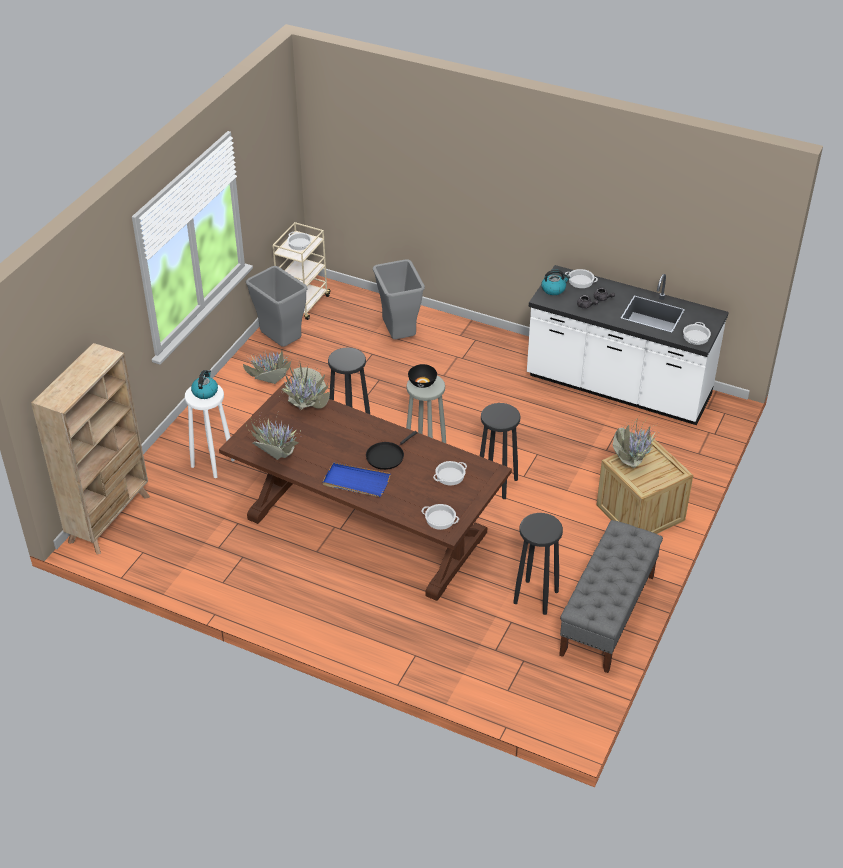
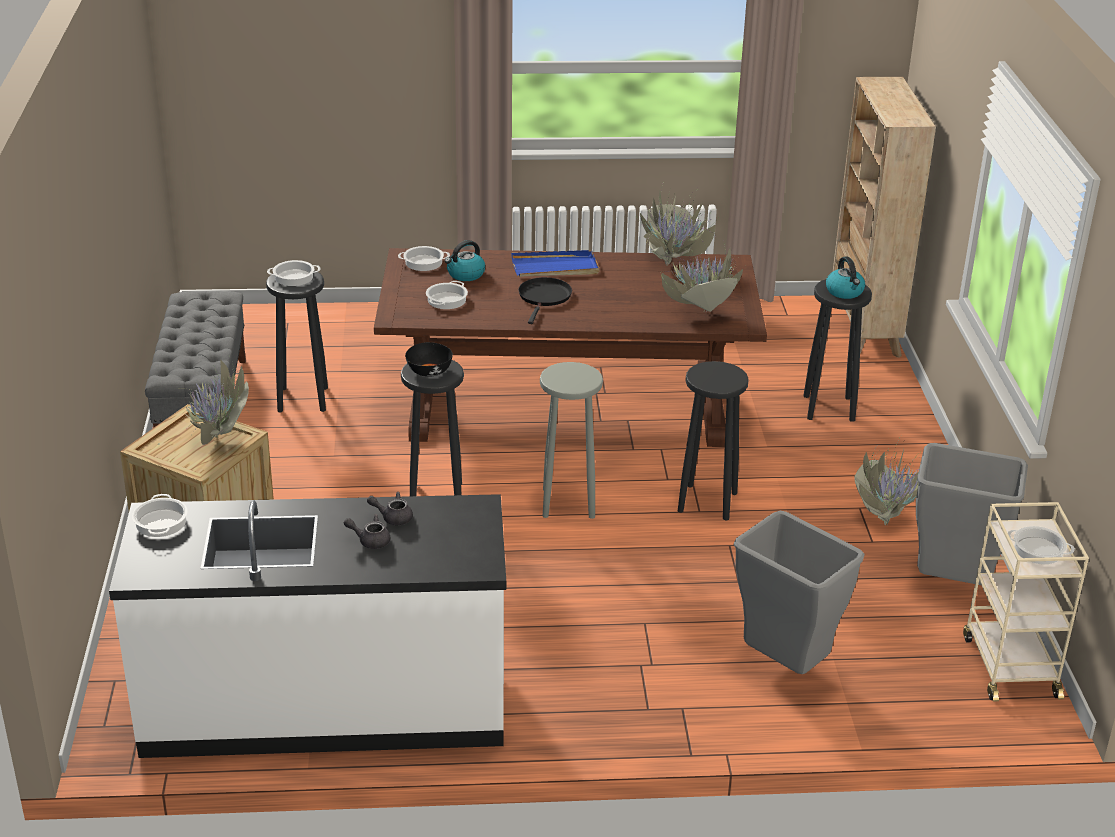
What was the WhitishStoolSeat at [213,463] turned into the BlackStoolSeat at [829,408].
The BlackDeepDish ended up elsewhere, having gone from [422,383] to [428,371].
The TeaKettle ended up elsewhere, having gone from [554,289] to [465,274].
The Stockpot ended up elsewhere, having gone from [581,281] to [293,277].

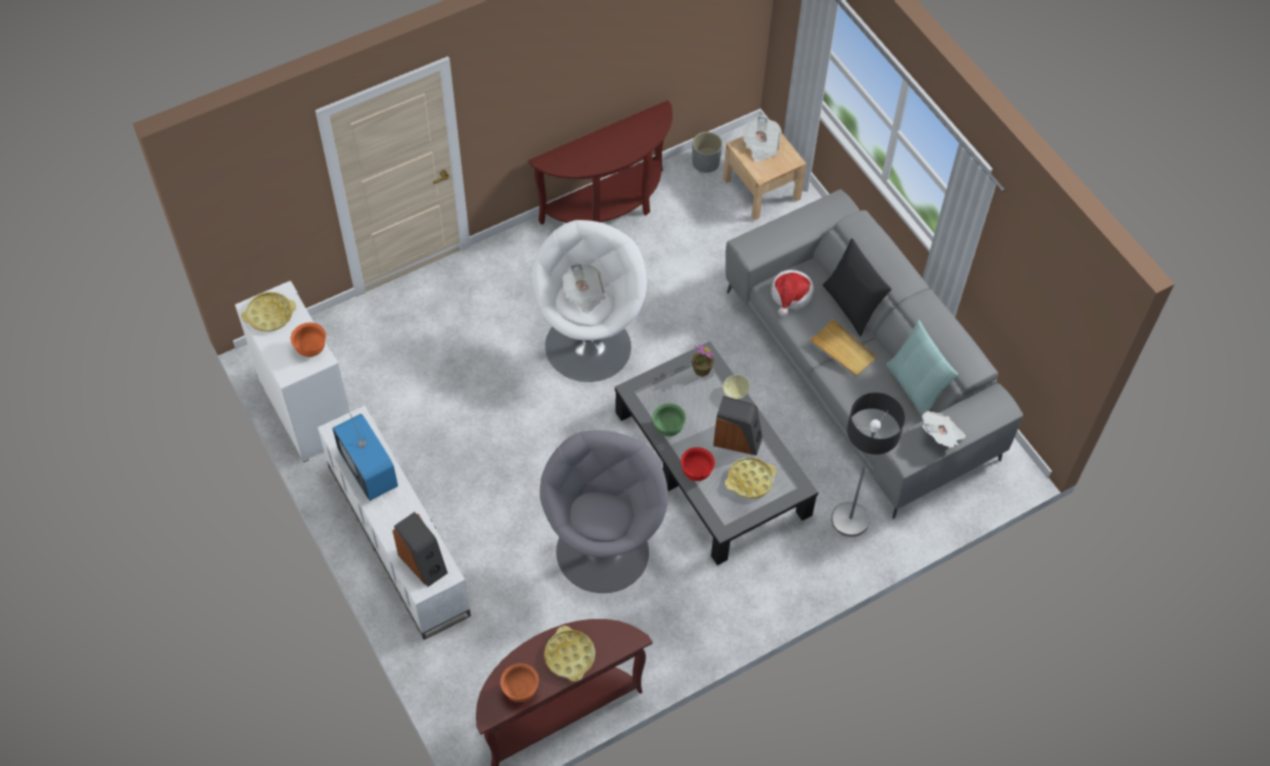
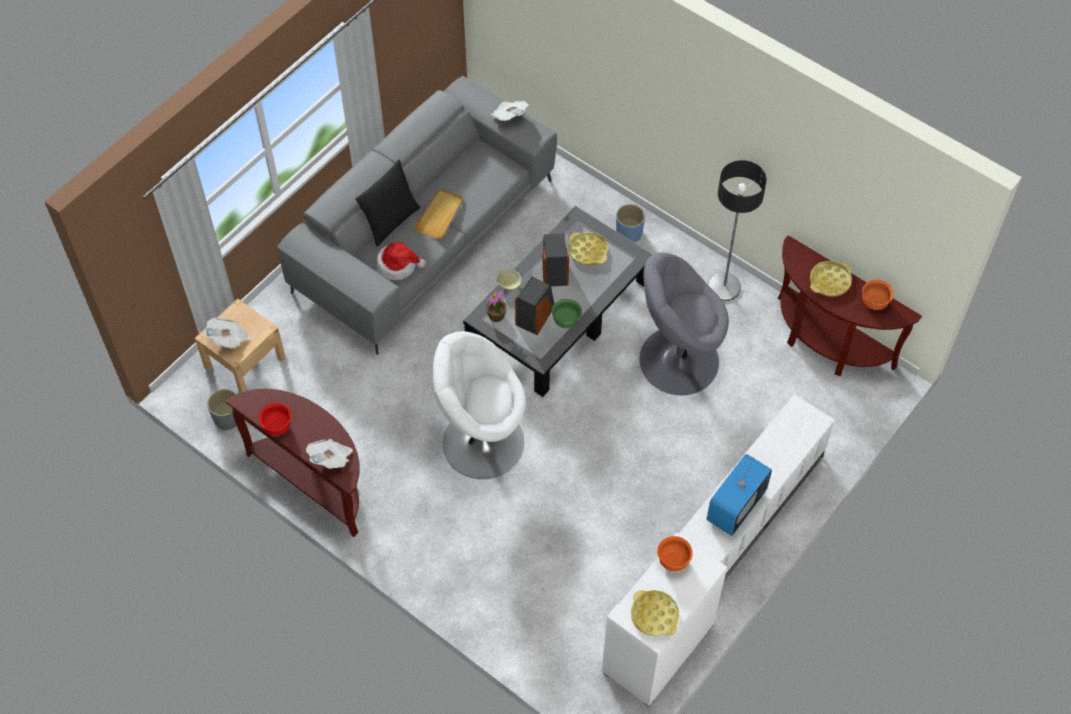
The Speaker ended up elsewhere, having gone from [423,562] to [535,316].
The PrintedPaper ended up elsewhere, having gone from [584,295] to [331,459].
The ReddishDeepDish ended up elsewhere, having gone from [696,472] to [277,426].
The FloorLamp ended up elsewhere, having gone from [850,520] to [724,287].
The second view lost the ThrowPillow at [915,387].
The second view gained the BluishFlowerPot at [629,233].

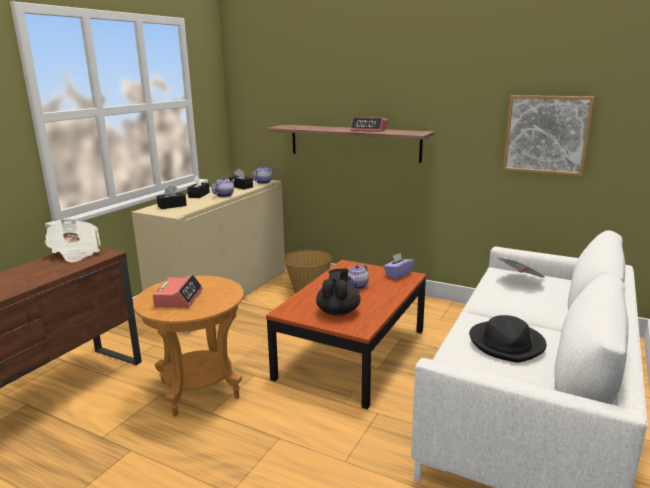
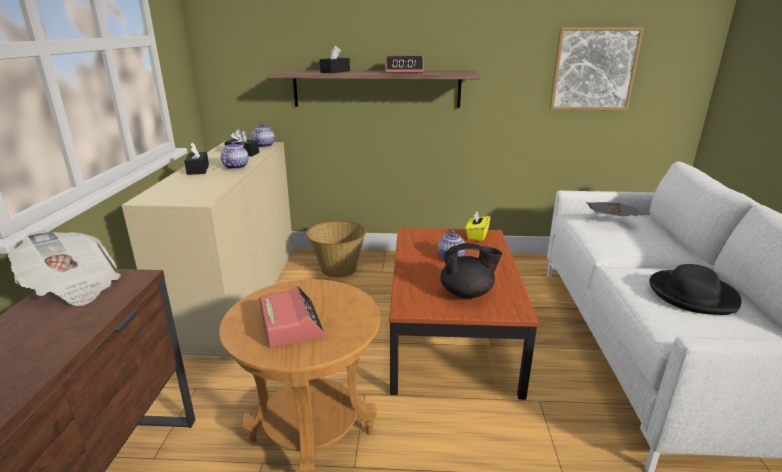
The BlackTissueBox ended up elsewhere, having gone from [172,206] to [335,71].
The BlackTeaPot at [338,311] ended up facing another way, 105 degrees clockwise from before.
What was the PurplishTissueBox at [398,275] turned into the YellowTissueBox at [476,236].

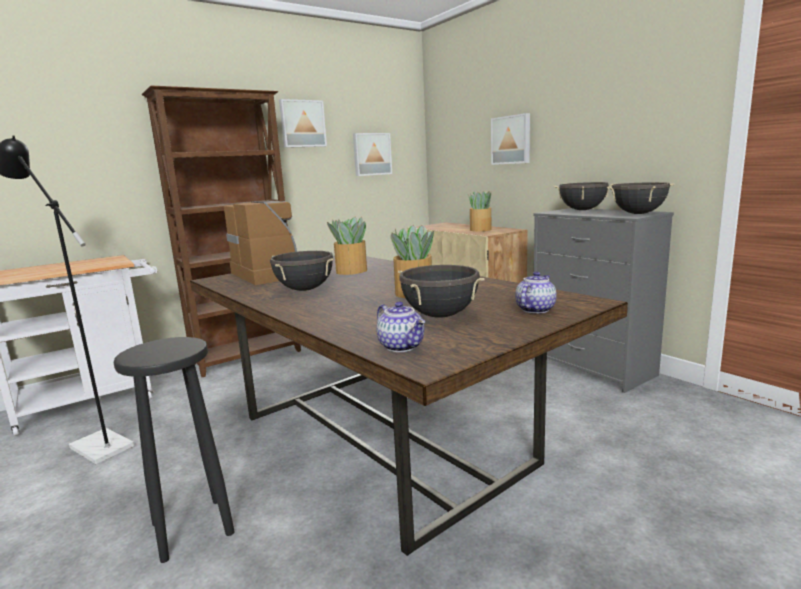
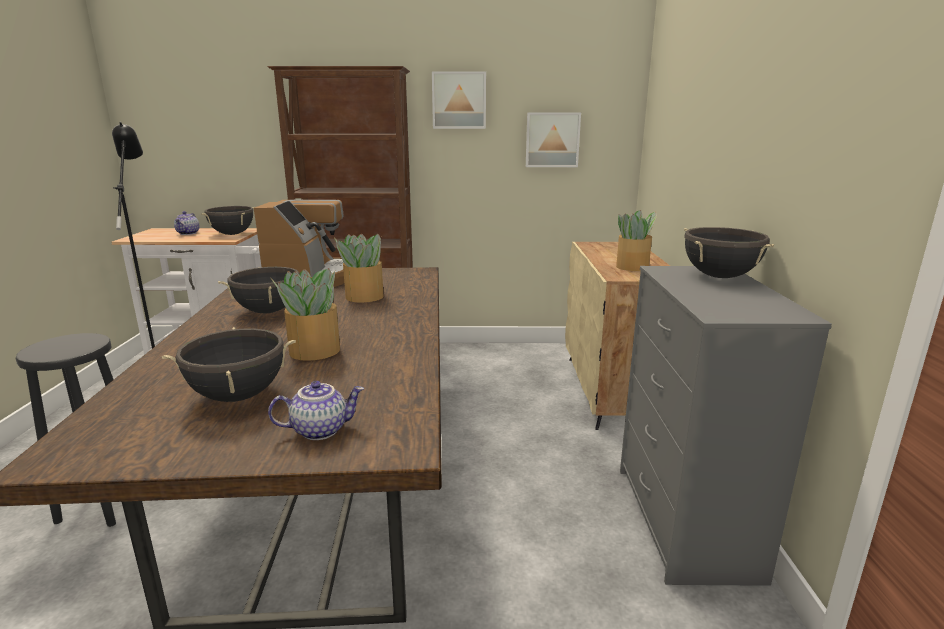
The TeaPot ended up elsewhere, having gone from [402,346] to [188,233].
The second view lost the Picture at [511,140].
The BlackStockpot ended up elsewhere, having gone from [638,213] to [232,234].

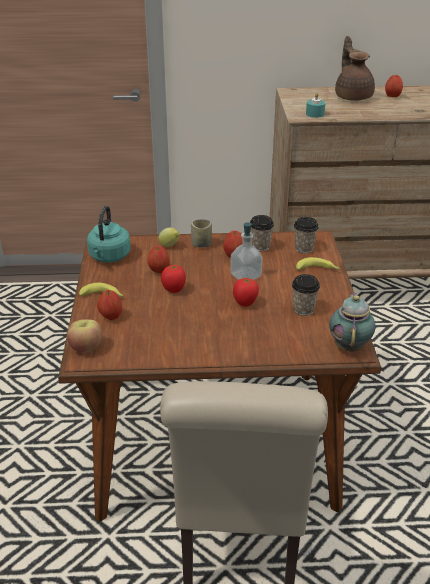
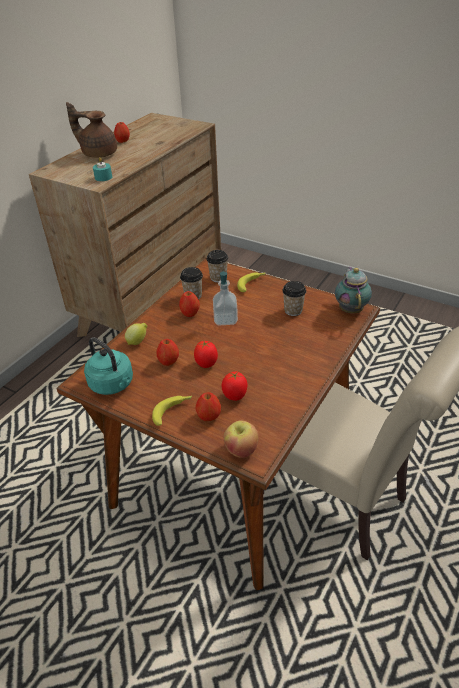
The second view lost the Cup at [201,244].
The FreshTomato ended up elsewhere, having gone from [245,303] to [235,396].
The TeaPot at [349,345] ended up facing another way, 45 degrees clockwise from before.

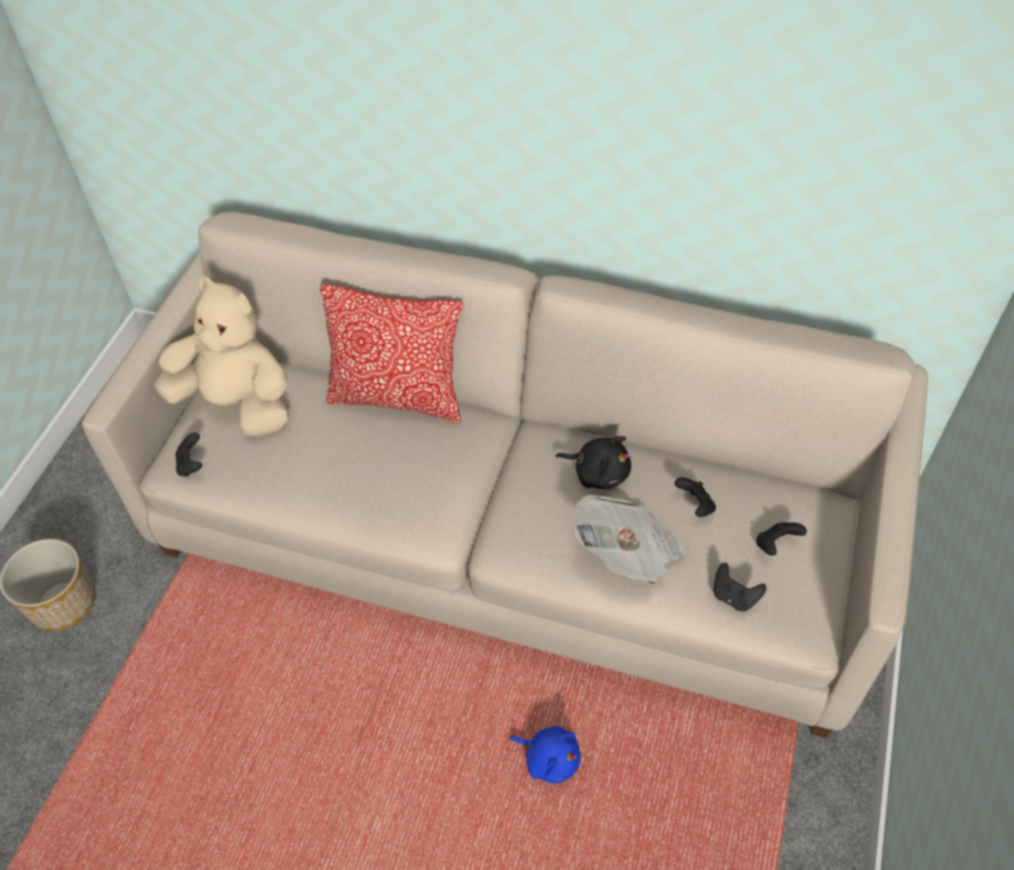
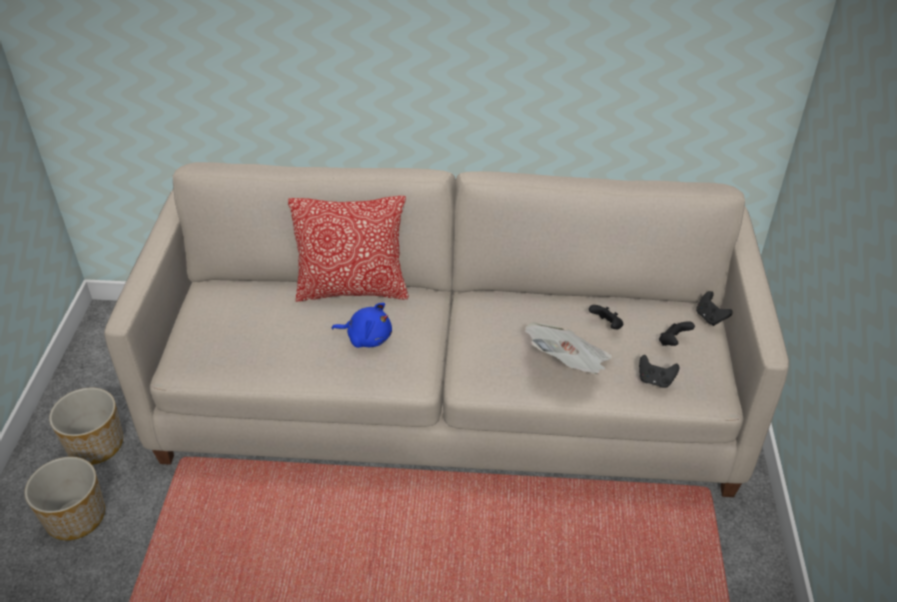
The second view lost the BeigeCuddlyToy at [237,404].
The BlackGameController ended up elsewhere, having gone from [192,465] to [710,317].
The BluishCuddlyToy ended up elsewhere, having gone from [549,759] to [367,337].
The second view lost the BlackCuddlyToy at [598,472].
The second view gained the FlowerPot at [95,445].

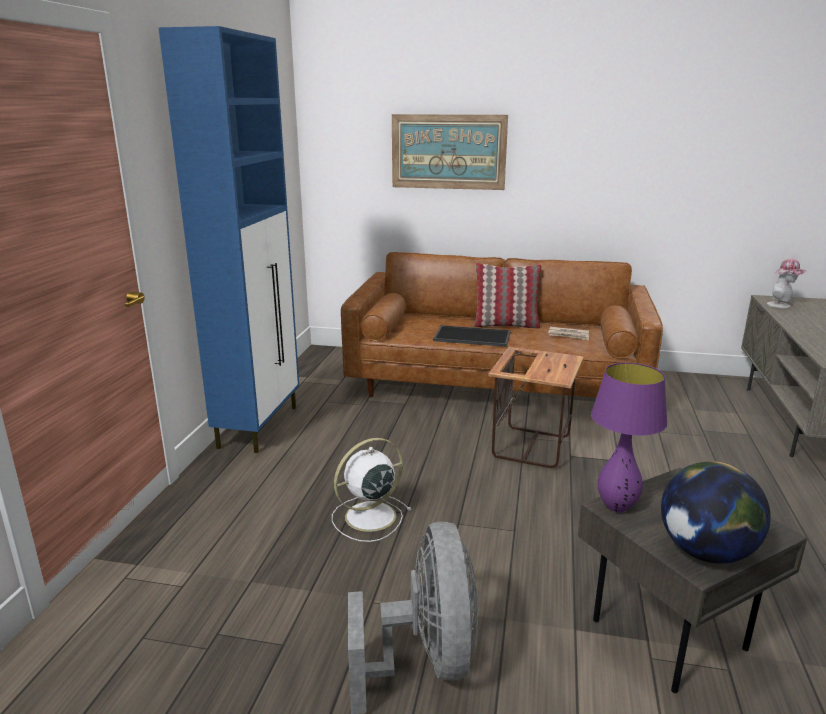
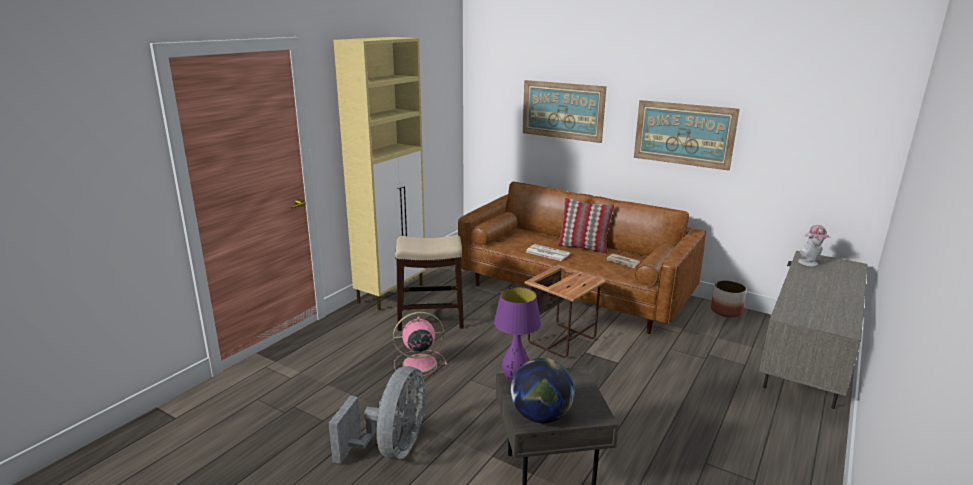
What was the BluishCabinet at [259,426] turned into the BeigeCabinet at [392,293].
What was the WhitishElectricFan at [368,517] turned into the PinkElectricFan at [418,363].
Where the Tray stood at [471,337], the PrintedPaper came to stand at [547,253].
The second view gained the StoolSeat at [431,318].
The second view gained the Picture at [684,134].
The second view gained the FlowerPot at [726,311].

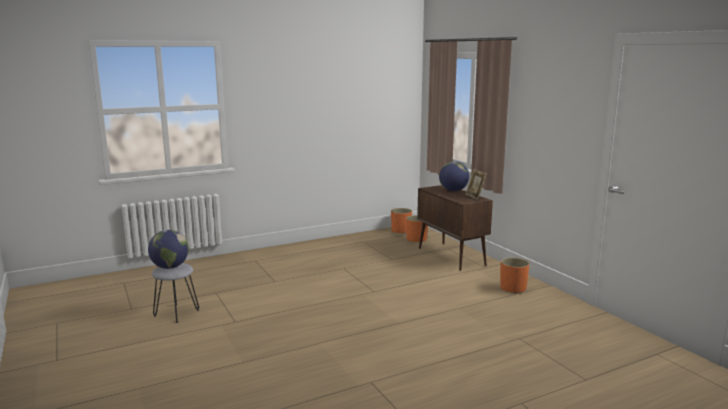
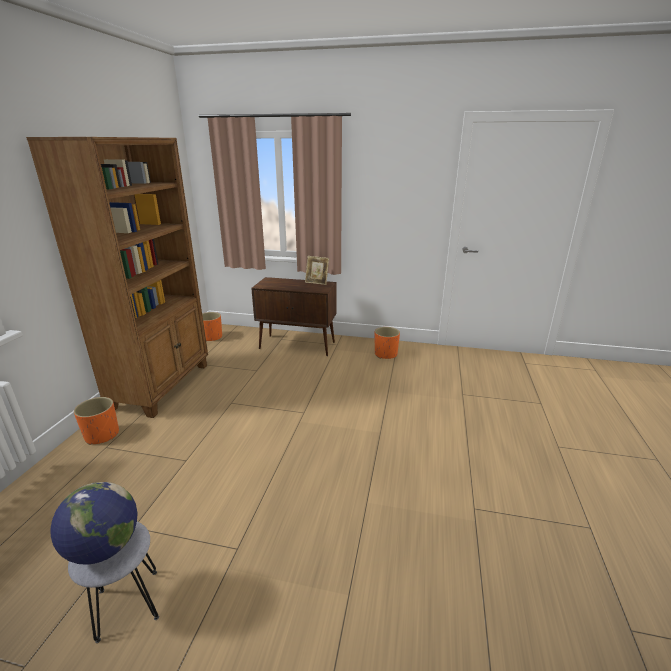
The OrangeyFlowerPot ended up elsewhere, having gone from [416,240] to [102,435].
The second view lost the Globe at [453,191].
The second view gained the BrownShelvingUnit at [163,386].

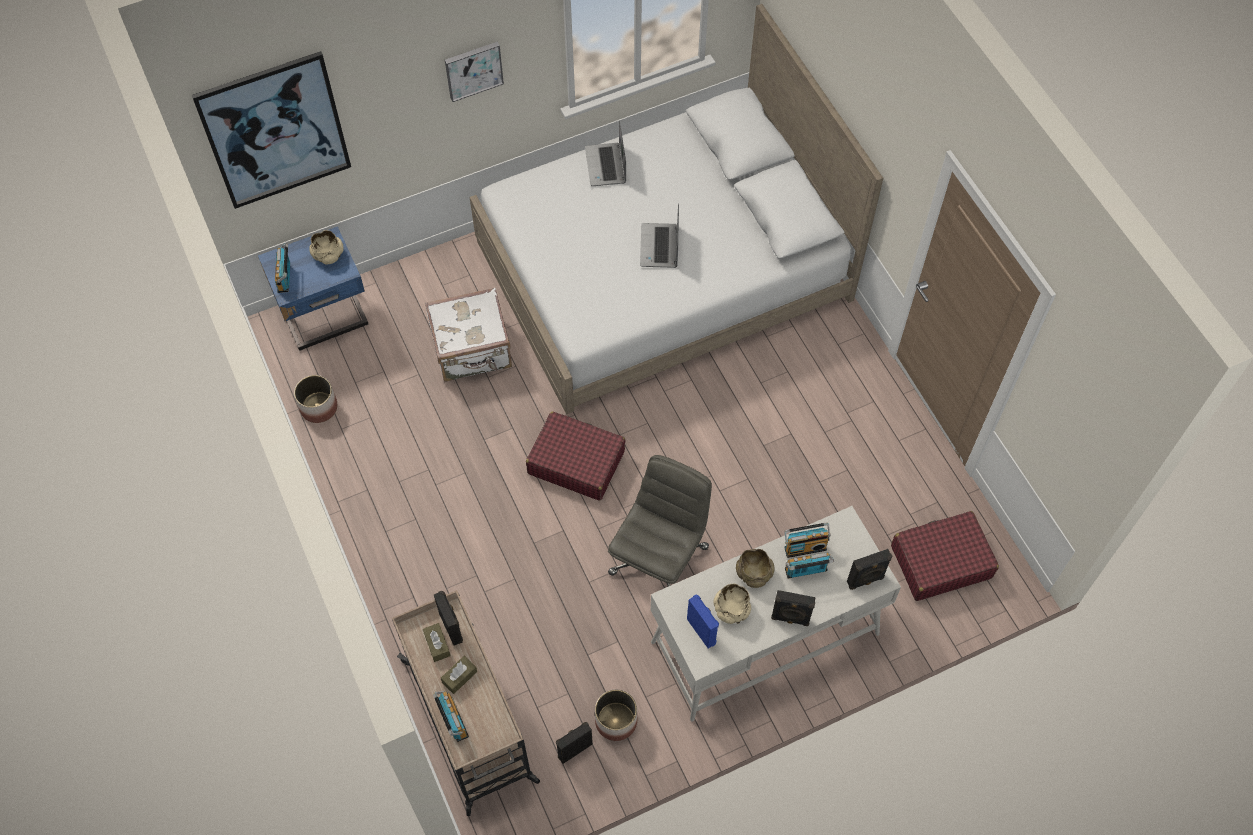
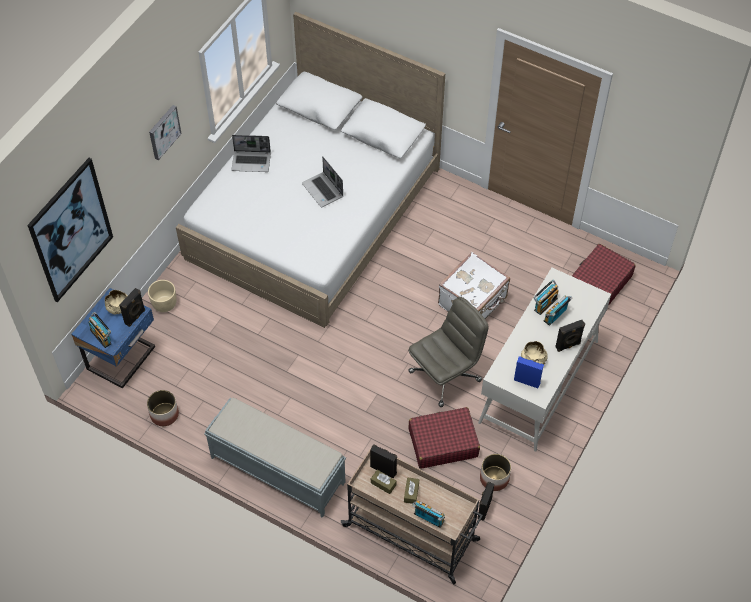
The WhitishSuitcase ended up elsewhere, having gone from [472,351] to [473,302].
The ReddishSuitcase ended up elsewhere, having gone from [576,462] to [442,443].
The NotebookComputer at [606,166] ended up facing another way, 45 degrees counterclockwise from before.
The GrayComputerChair at [659,558] ended up facing another way, 60 degrees clockwise from before.
The second view lost the BeigeDeepDish at [754,573].
The BlackSpeaker ended up elsewhere, having gone from [865,580] to [135,317].
The second view gained the BeigeFlowerPot at [164,304].
The second view gained the GrayBench at [277,469].

